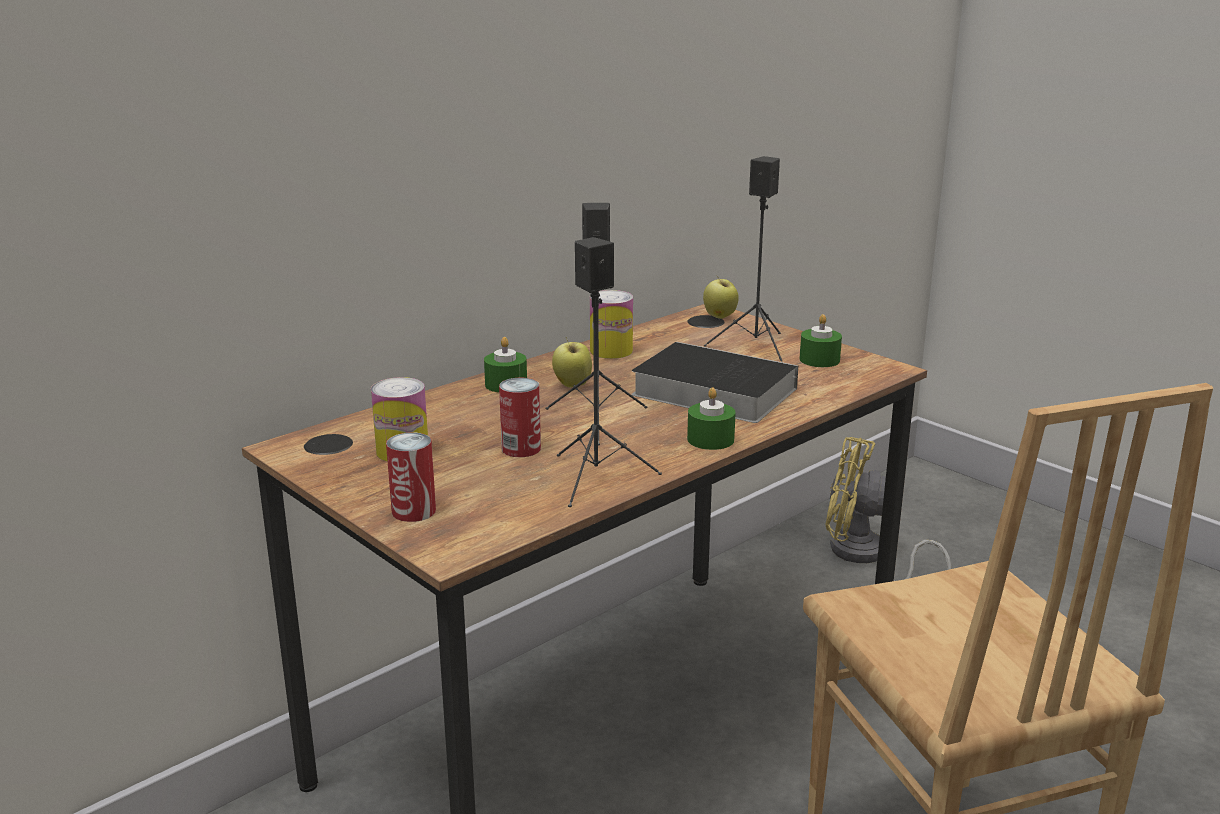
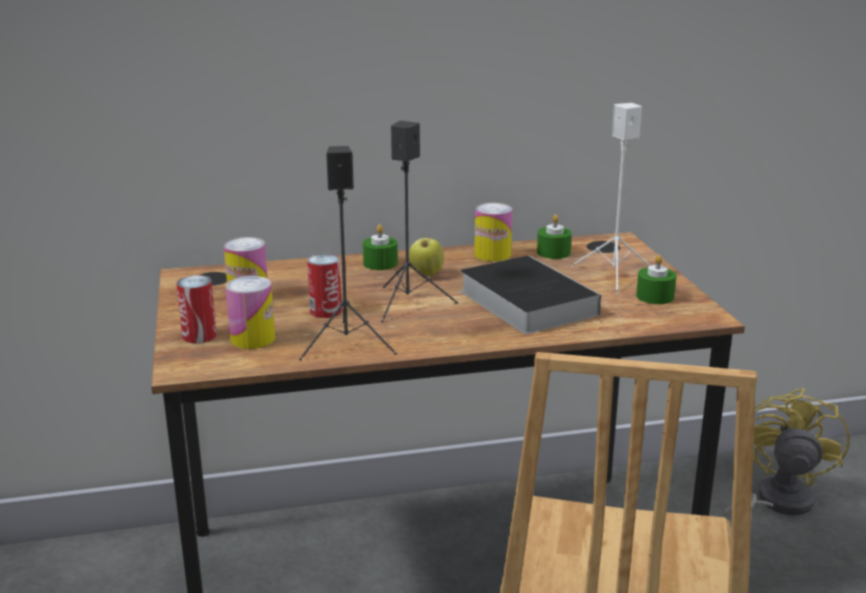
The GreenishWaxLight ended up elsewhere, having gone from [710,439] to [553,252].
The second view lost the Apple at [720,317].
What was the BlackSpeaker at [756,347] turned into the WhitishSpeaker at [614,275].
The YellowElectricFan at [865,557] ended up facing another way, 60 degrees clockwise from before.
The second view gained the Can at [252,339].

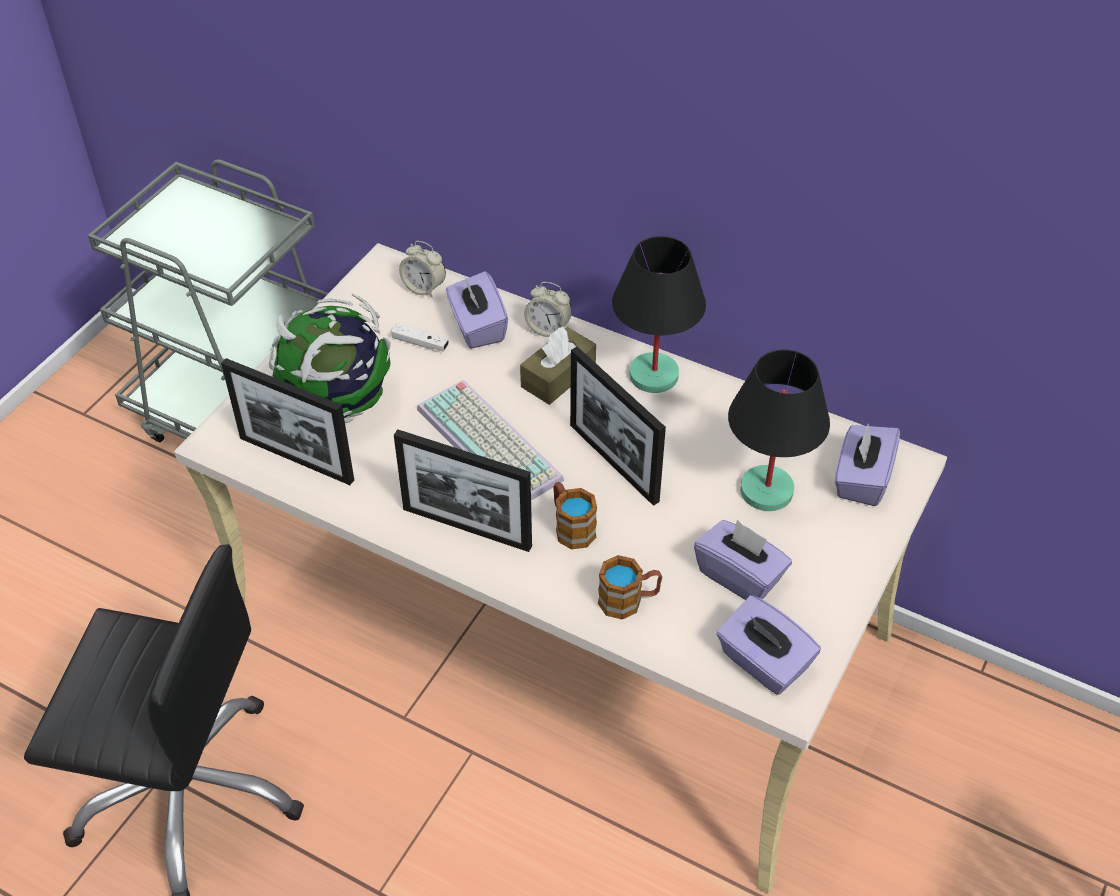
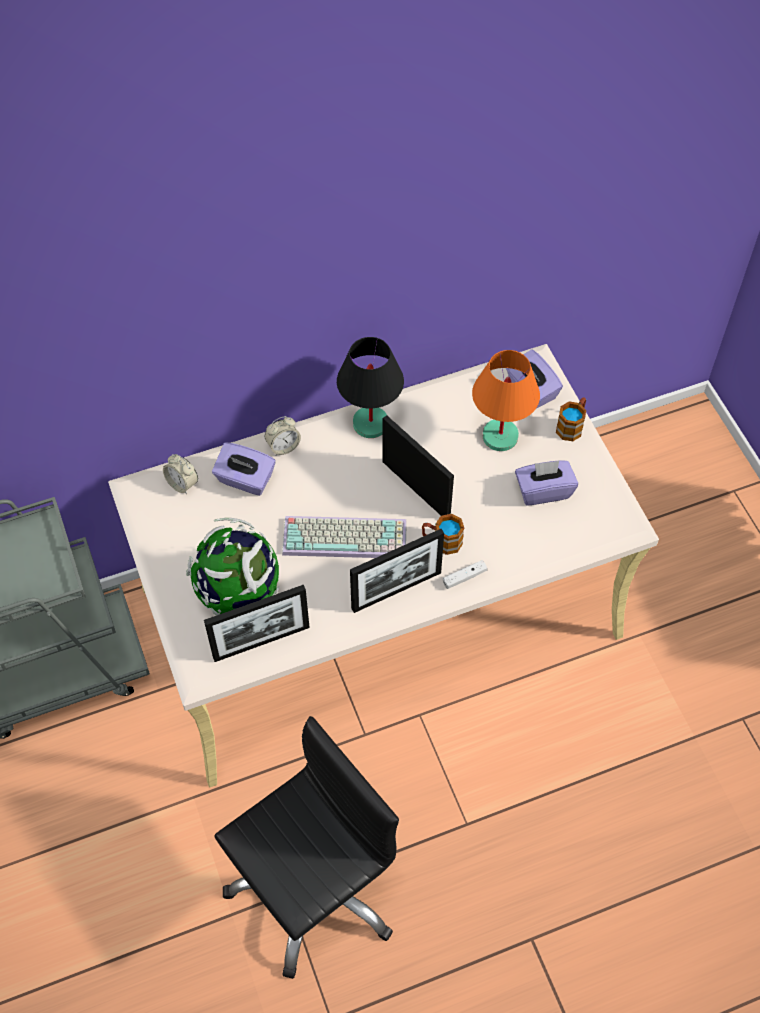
The WhitishGameController ended up elsewhere, having gone from [420,343] to [464,577].
The TableClock at [424,288] ended up facing another way, 60 degrees clockwise from before.
The second view lost the BrownTissueBox at [558,376].
The PictureFrame at [613,462] ended up facing another way, 135 degrees counterclockwise from before.
The TeaMug ended up elsewhere, having gone from [629,600] to [572,426].
The second view lost the PurplishTissueBox at [763,663].
What was the BlackLampForATable at [766,492] turned into the OrangeyLampForATable at [500,437].

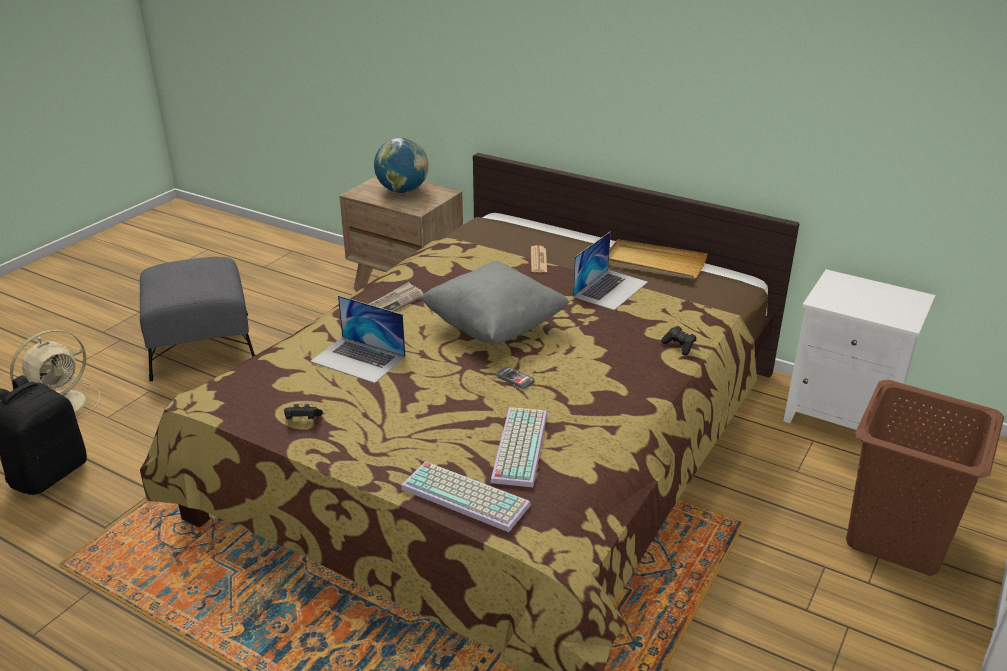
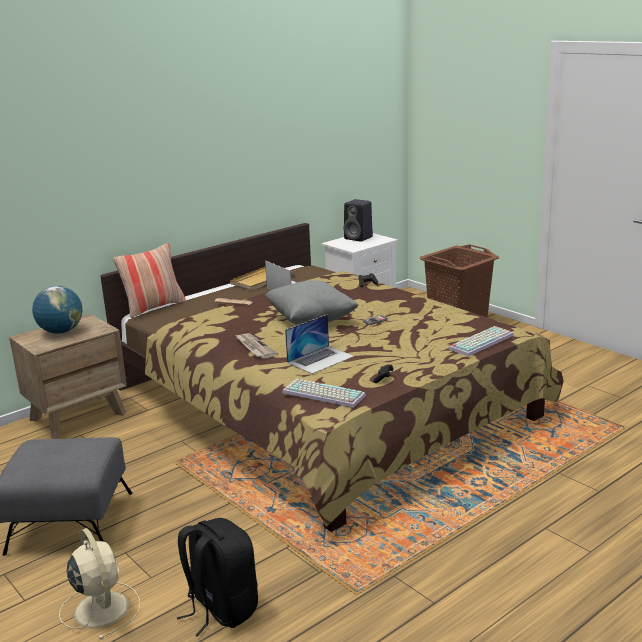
The Keyboard ended up elsewhere, having gone from [518,446] to [322,394].
The second view gained the ThrowPillow at [153,307].
The second view gained the BlackSpeaker at [359,238].

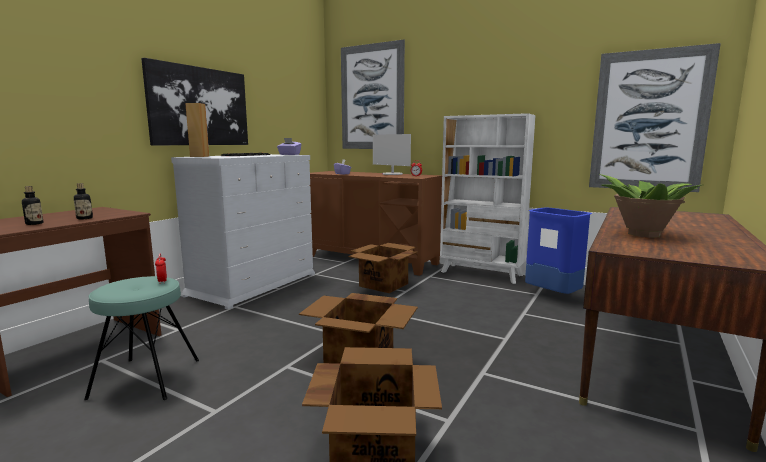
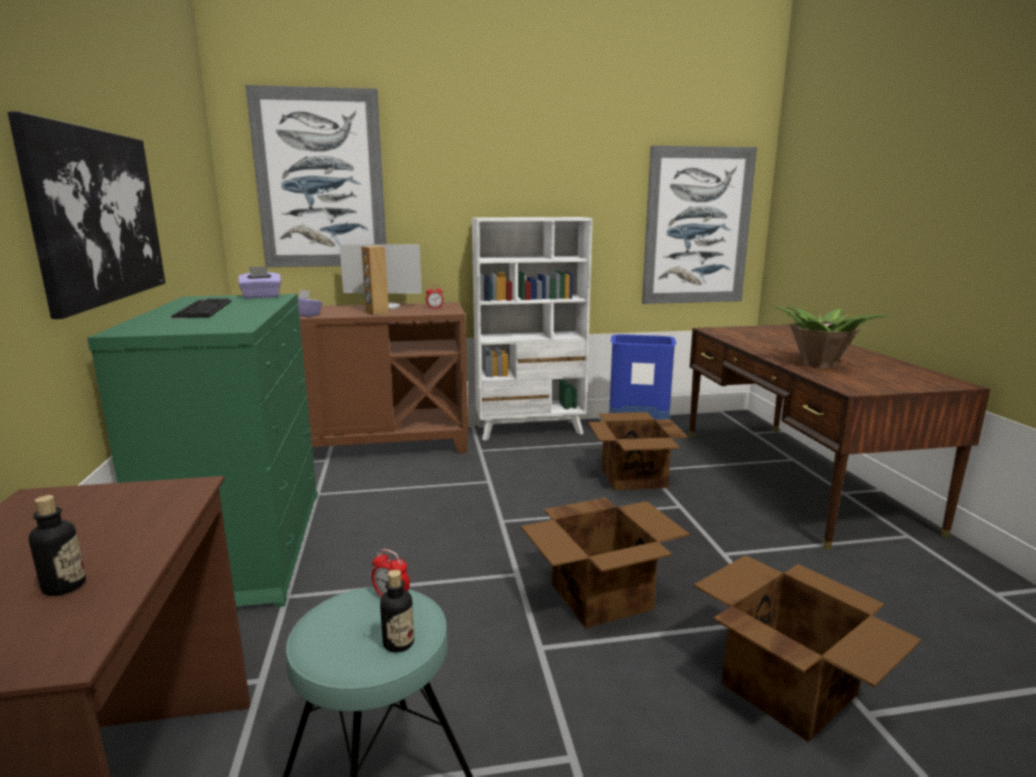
The Bottle ended up elsewhere, having gone from [84,218] to [398,643].
What was the WhitishChestOfDrawers at [254,284] turned into the GreenishChestOfDrawers at [243,546].
The BrownSpeaker ended up elsewhere, having gone from [199,156] to [377,313].
The Carton ended up elsewhere, having gone from [383,285] to [633,478].

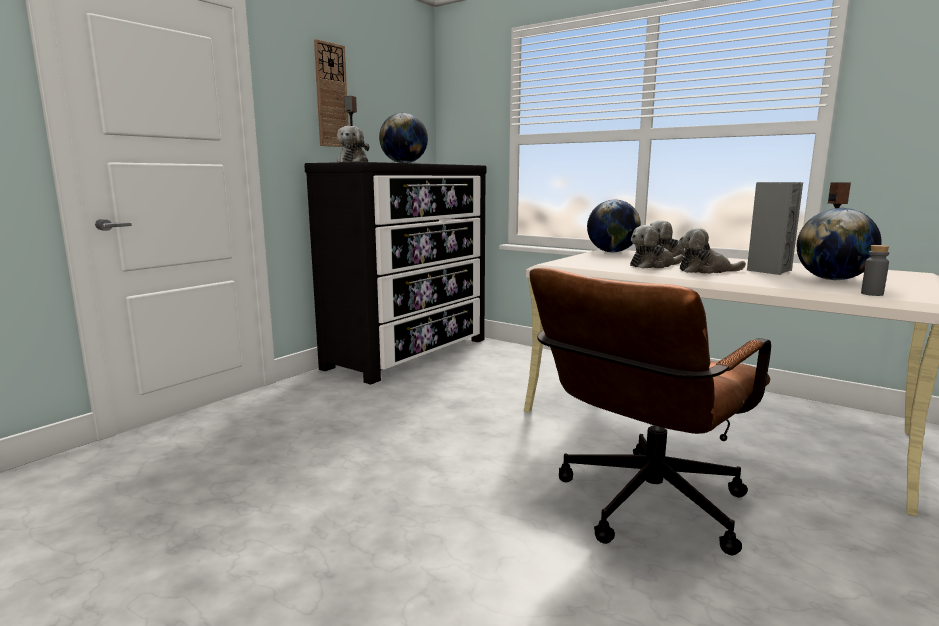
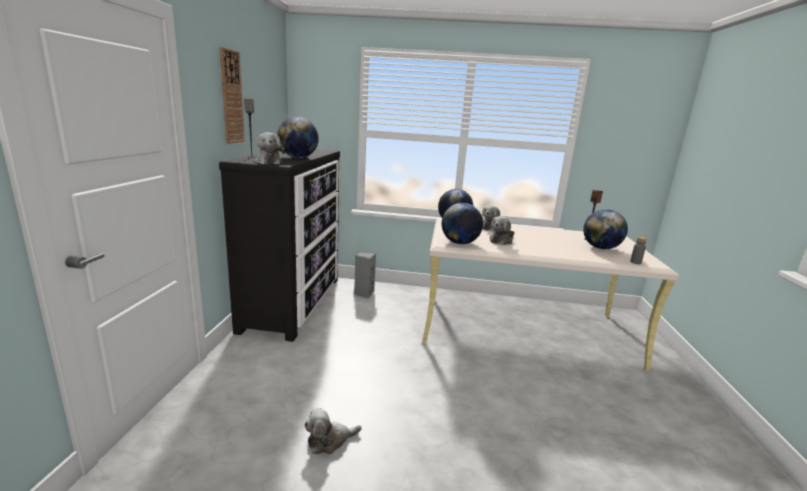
The second view lost the BrownComputerChair at [641,509].
The CuddlyToy ended up elsewhere, having gone from [705,271] to [330,440].
The GraySpeaker ended up elsewhere, having gone from [768,271] to [364,293].
The second view gained the Globe at [460,243].

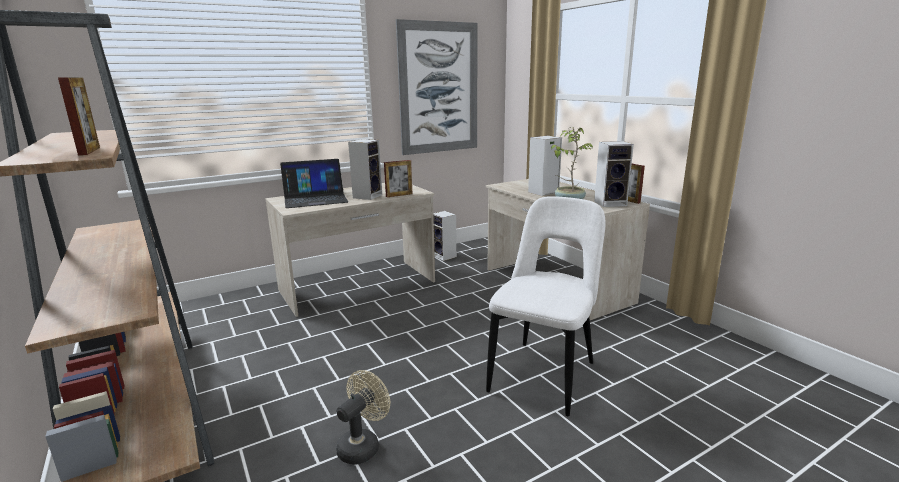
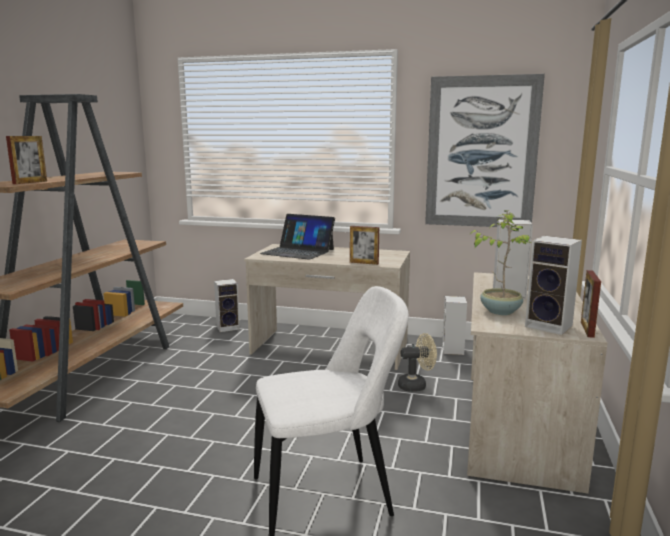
The BeigeElectricFan ended up elsewhere, having gone from [363,445] to [416,385].
The Speaker ended up elsewhere, having gone from [367,196] to [228,327].

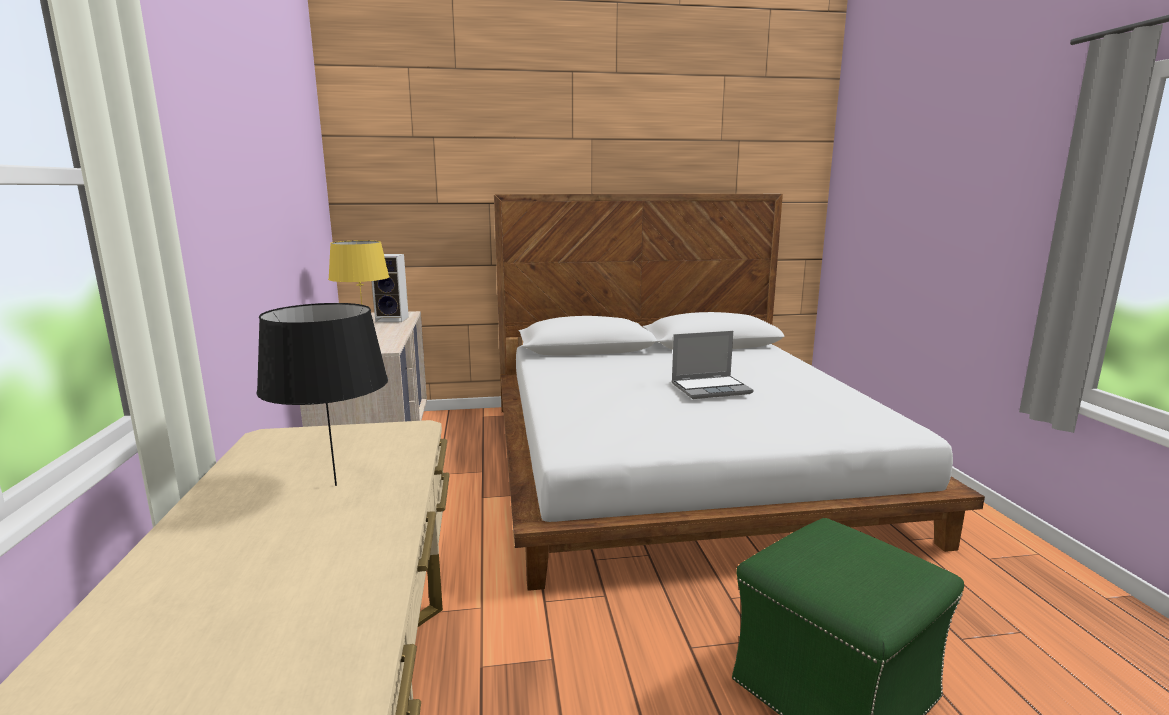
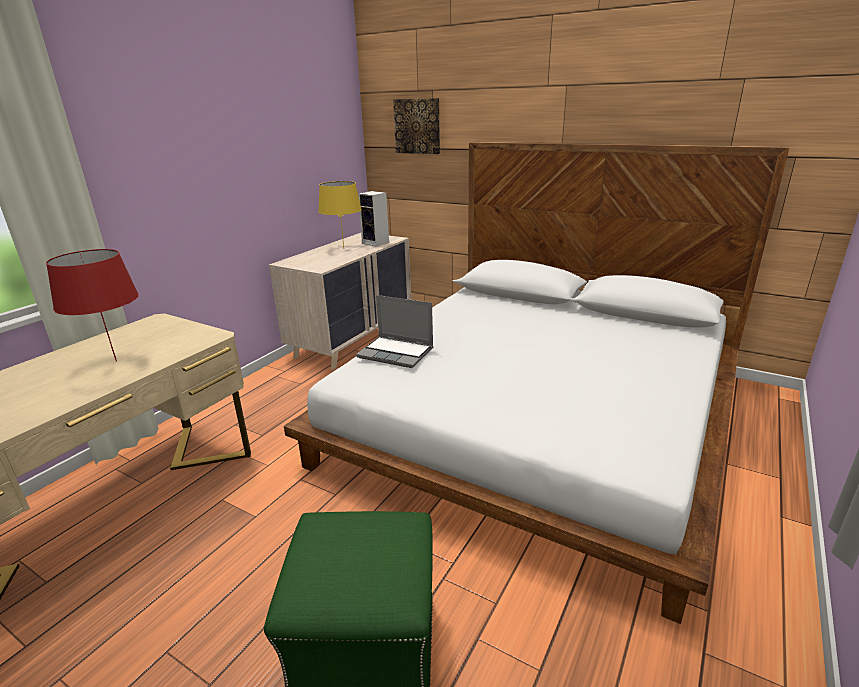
What was the BlackLampForATable at [336,485] turned into the ReddishLampForATable at [116,361].
The NotebookComputer ended up elsewhere, having gone from [711,388] to [397,353].
The second view gained the Picture at [417,126].

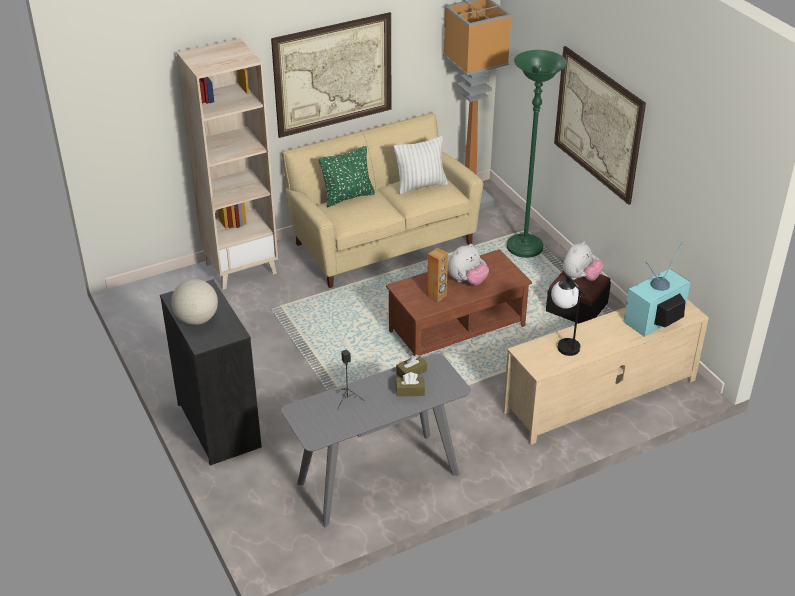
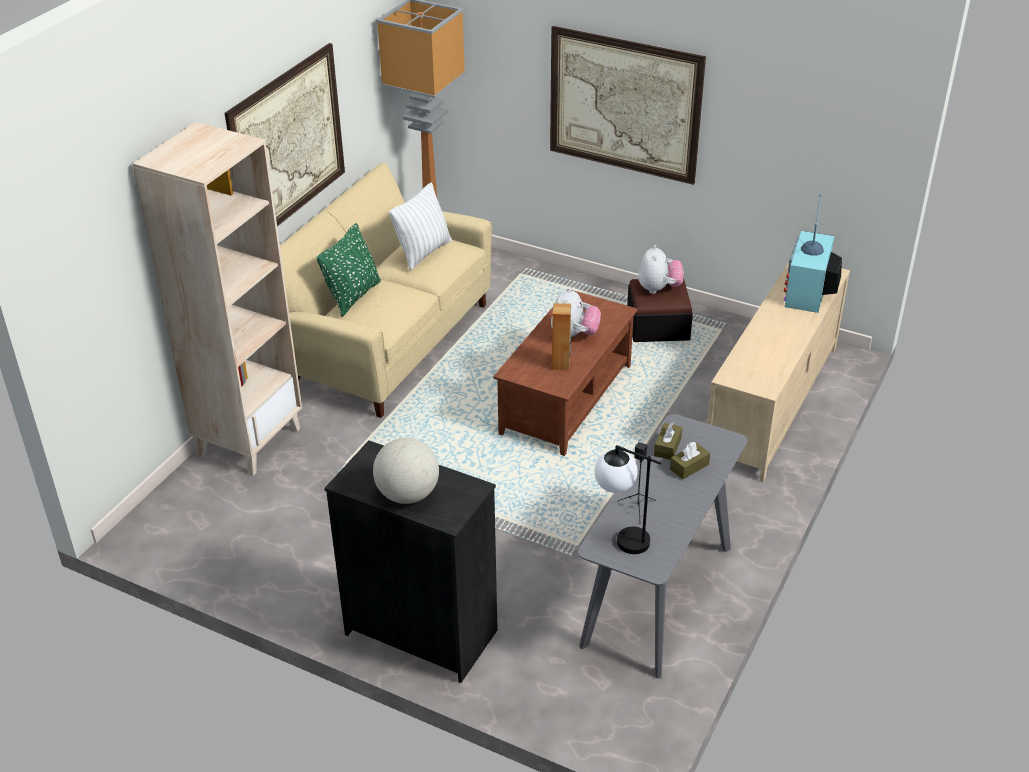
The second view lost the GreenishFloorLamp at [524,248].
The LampForATable ended up elsewhere, having gone from [563,342] to [620,537].

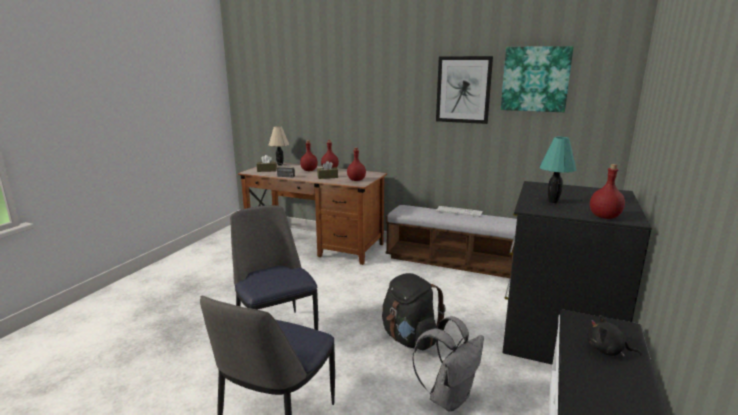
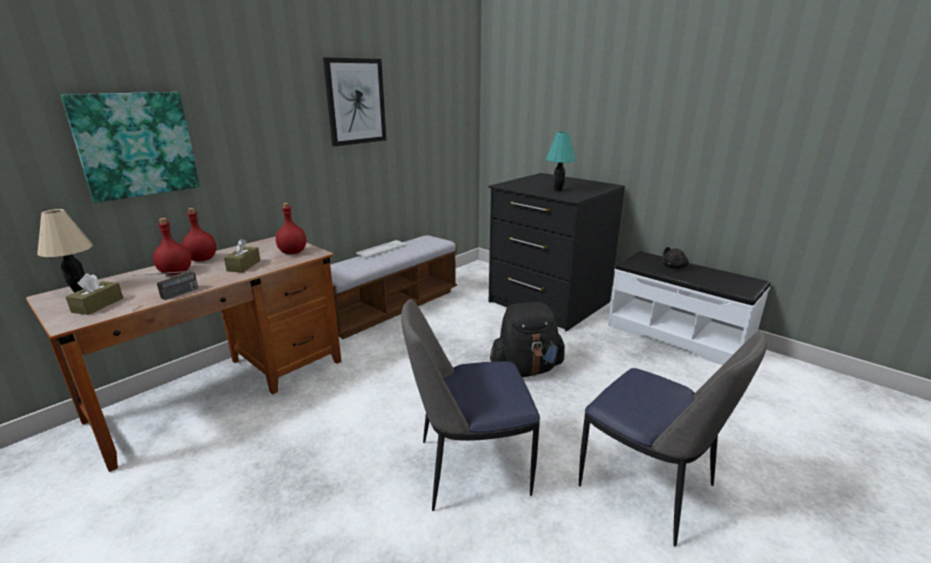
The second view lost the GrayRucksack at [449,397].
The Picture ended up elsewhere, having gone from [535,79] to [136,145].
The second view lost the ReddishBottle at [605,217].

